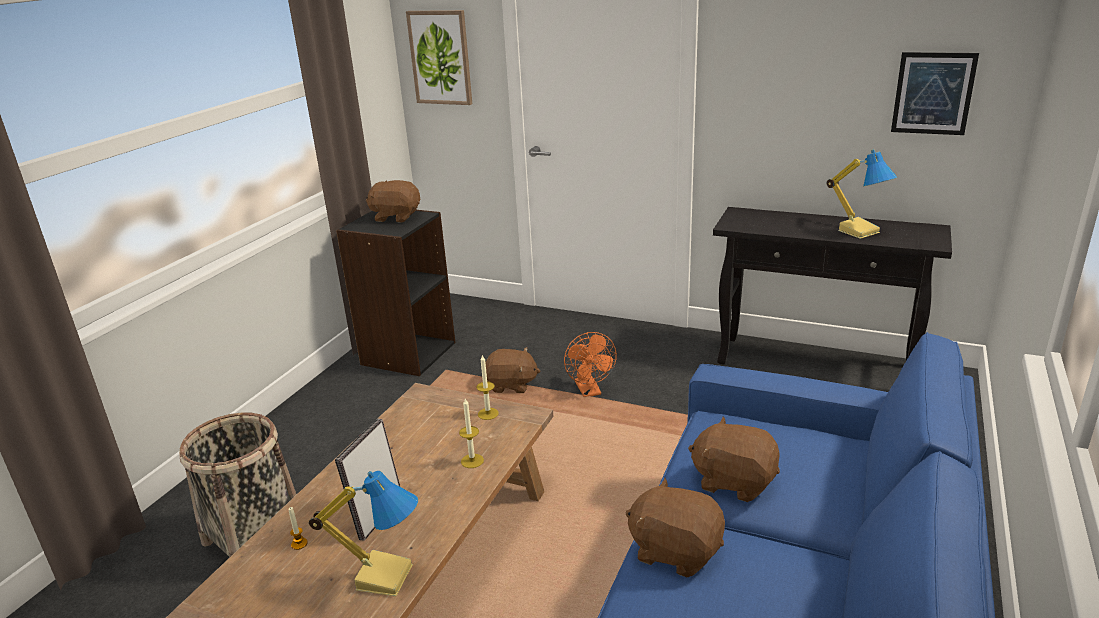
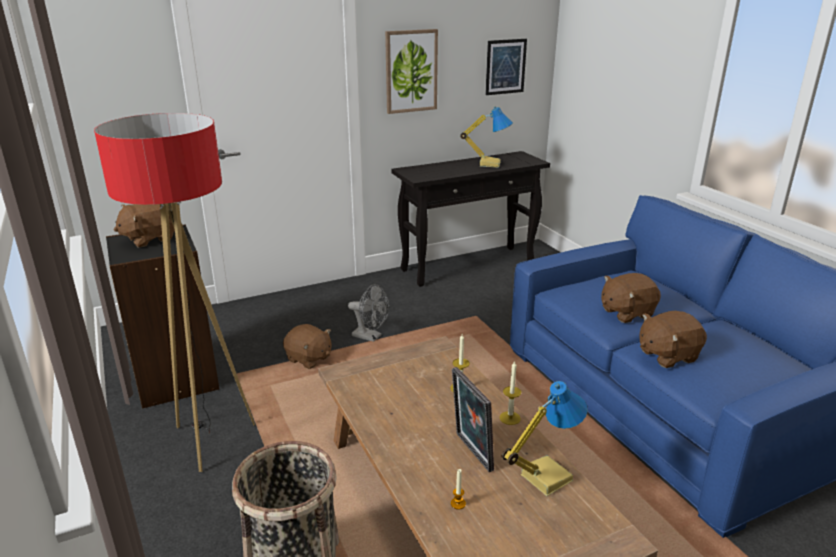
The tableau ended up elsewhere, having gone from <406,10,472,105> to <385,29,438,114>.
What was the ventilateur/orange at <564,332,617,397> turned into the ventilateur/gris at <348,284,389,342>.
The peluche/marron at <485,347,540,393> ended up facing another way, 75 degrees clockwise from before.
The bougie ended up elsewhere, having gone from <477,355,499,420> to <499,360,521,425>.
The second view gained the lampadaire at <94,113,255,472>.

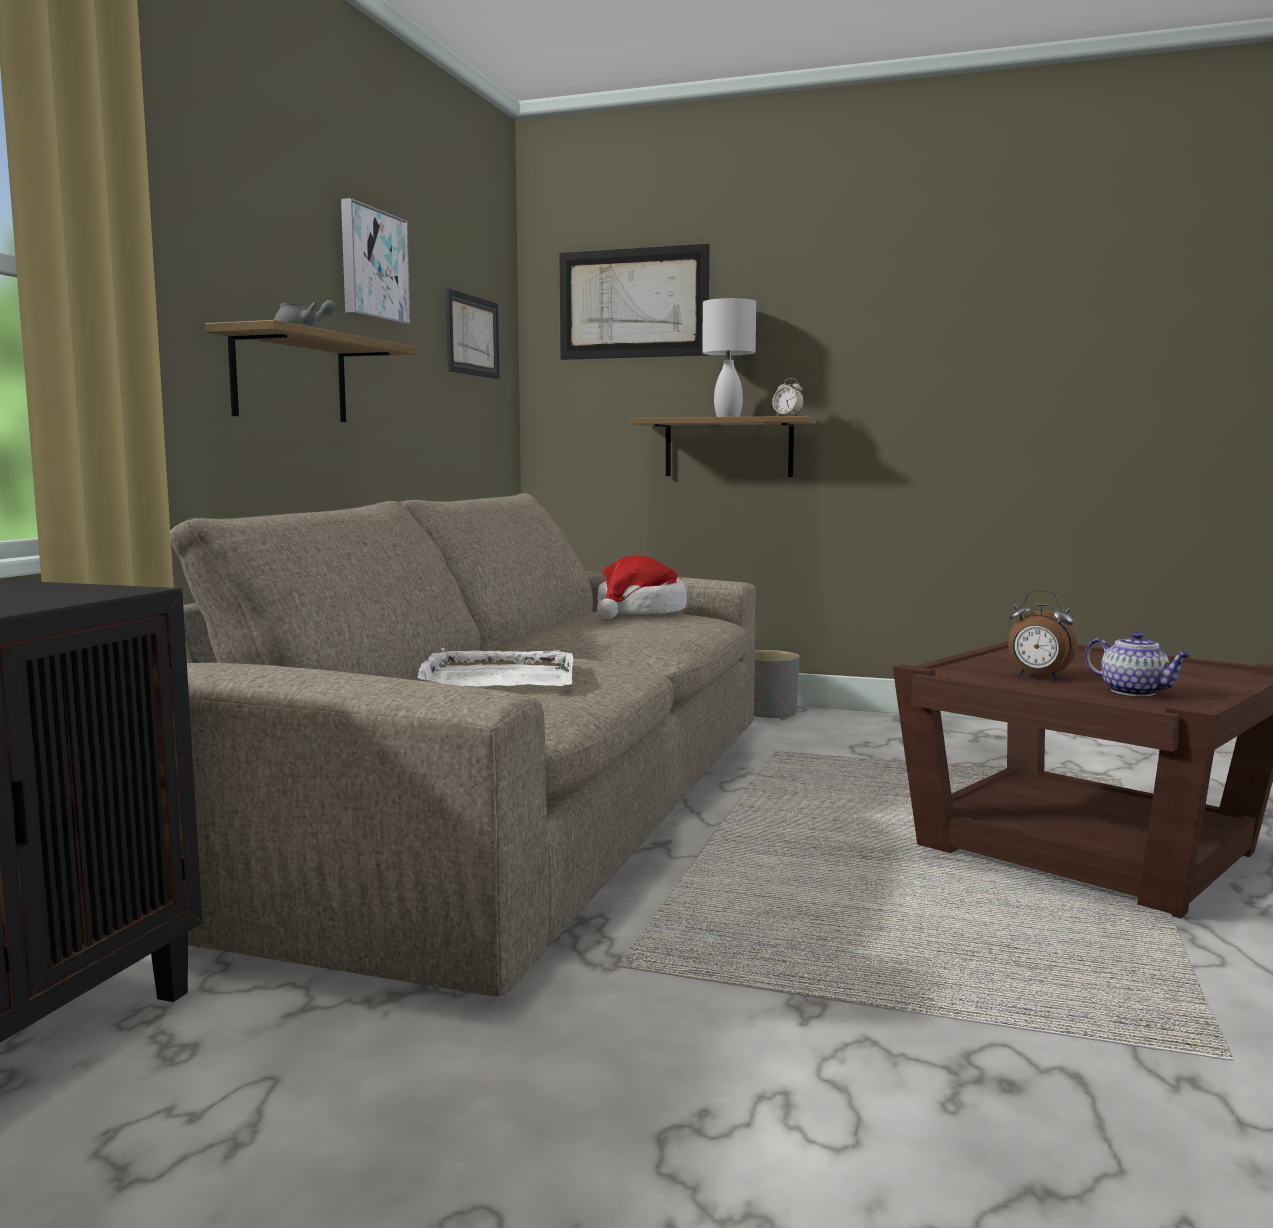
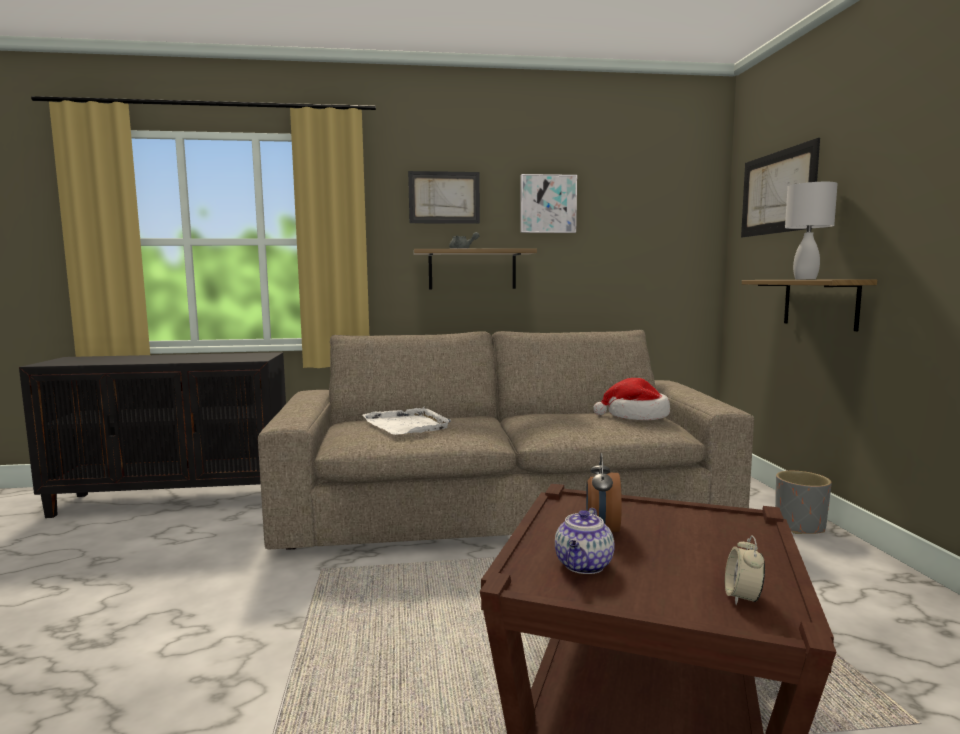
The tableau ended up elsewhere, having gone from <446,288,500,379> to <408,171,480,224>.
The réveil ended up elsewhere, having gone from <772,378,804,416> to <725,535,765,605>.

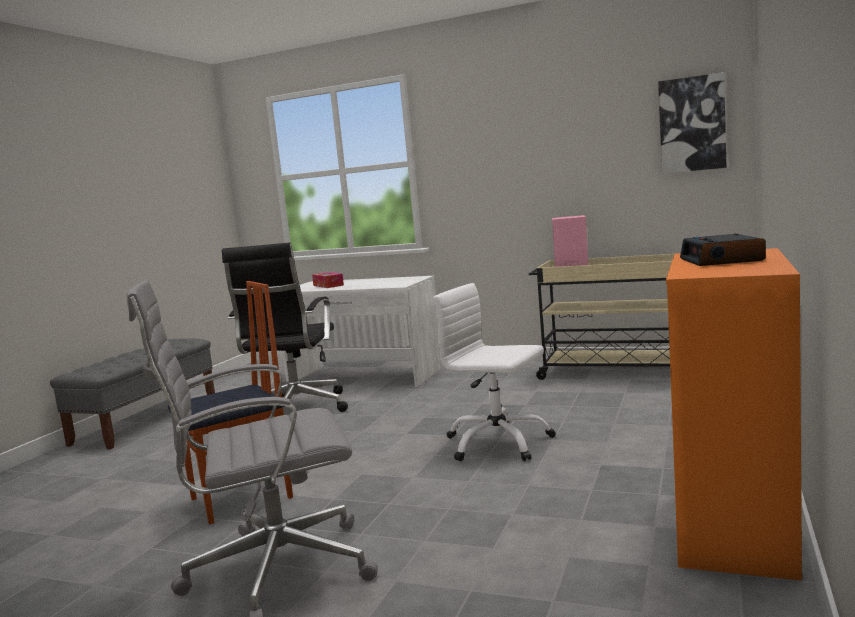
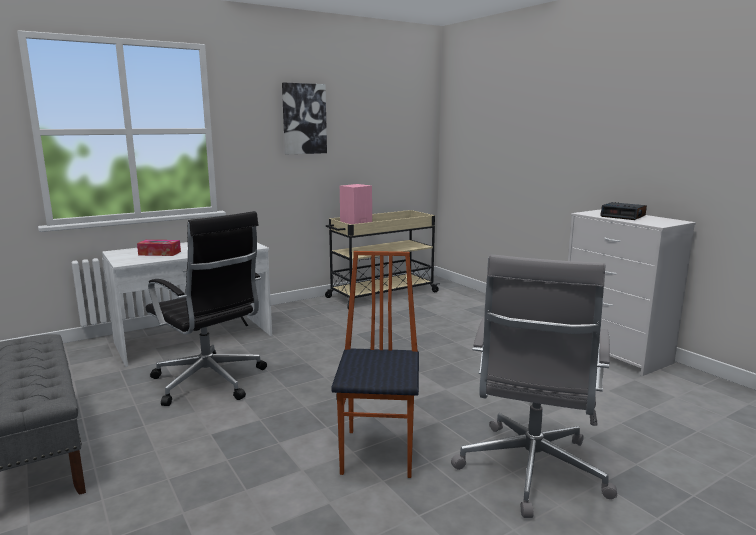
The tableau ended up elsewhere, having gone from <658,72,726,174> to <282,83,327,154>.
What was the commode/orange at <666,248,802,581> turned into the commode/blanc at <568,209,696,376>.
The second view lost the chaise de bureau/blanc at <433,283,555,461>.

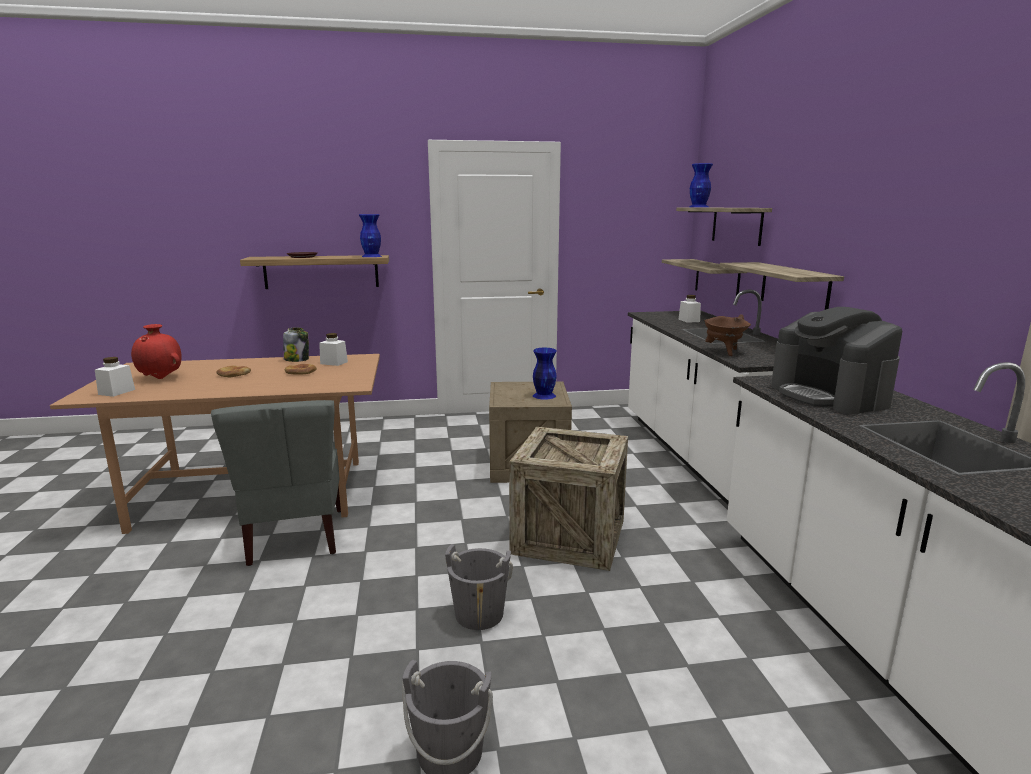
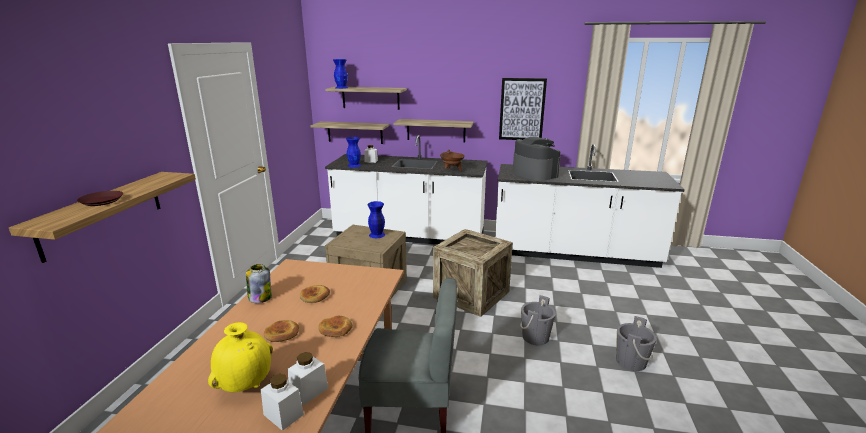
The vase/bleu ended up elsewhere, having gone from <359,214,382,257> to <346,137,361,167>.
The machine à café at <771,307,902,414> ended up facing another way, 120 degrees counterclockwise from before.
What was the vase/rouge at <131,324,182,379> turned into the vase/jaune at <208,322,273,392>.
The bocal/blanc ended up elsewhere, having gone from <319,333,348,366> to <288,352,328,405>.
The second view gained the tableau at <499,78,547,140>.
The second view gained the pain at <318,316,353,337>.

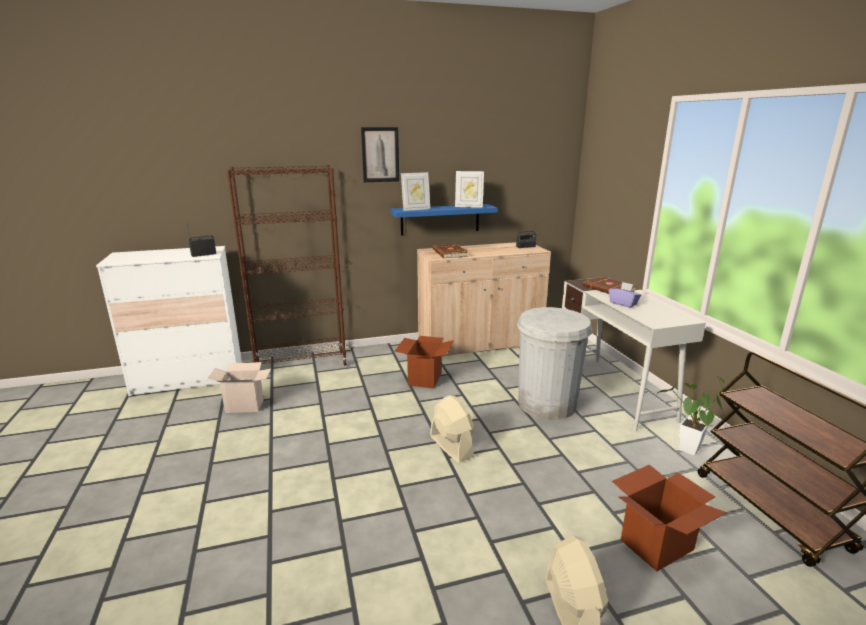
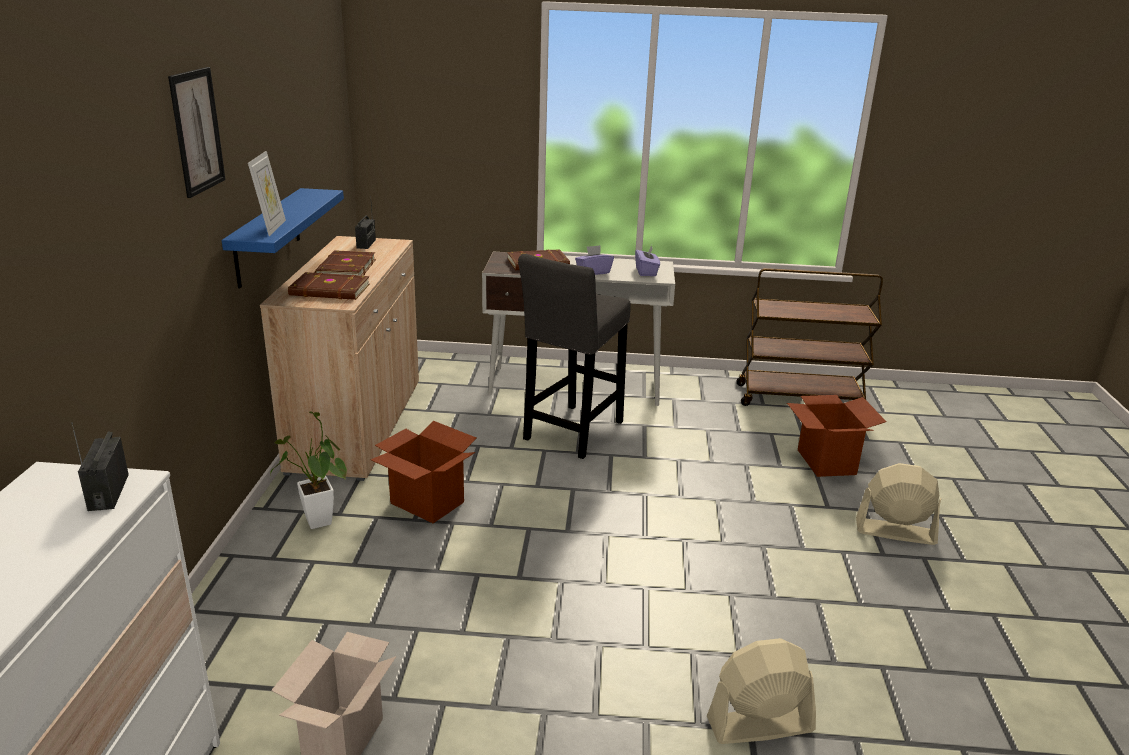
The second view lost the bibliothèque/marron at <227,165,347,366>.
The second view lost the cadre photo at <455,171,484,208>.
Where the poubelle/blanc stood at <517,307,592,420>, the tabouret/gris came to stand at <518,254,631,459>.
The plante en pot ended up elsewhere, having gone from <657,376,725,456> to <270,411,347,529>.
The ventilateur/beige ended up elsewhere, having gone from <430,395,474,463> to <707,638,816,744>.
The second view gained the boîte à mouchoirs/violet at <635,245,660,276>.
The second view gained the livre/marron at <315,250,376,276>.

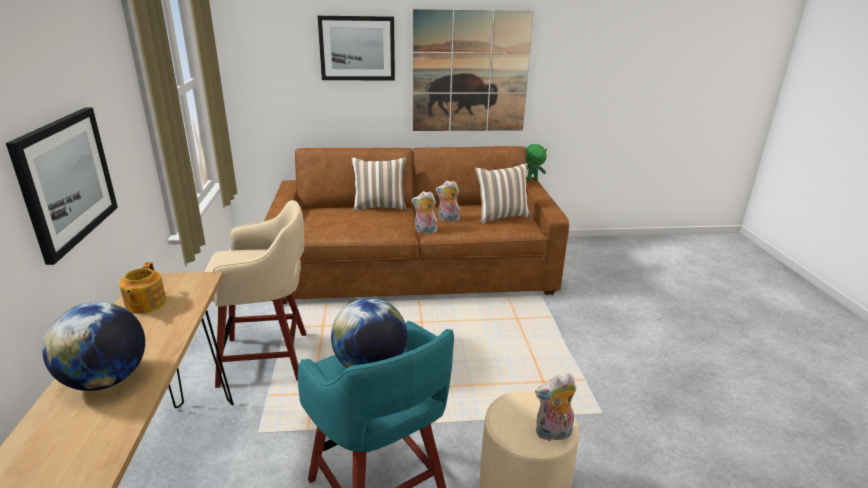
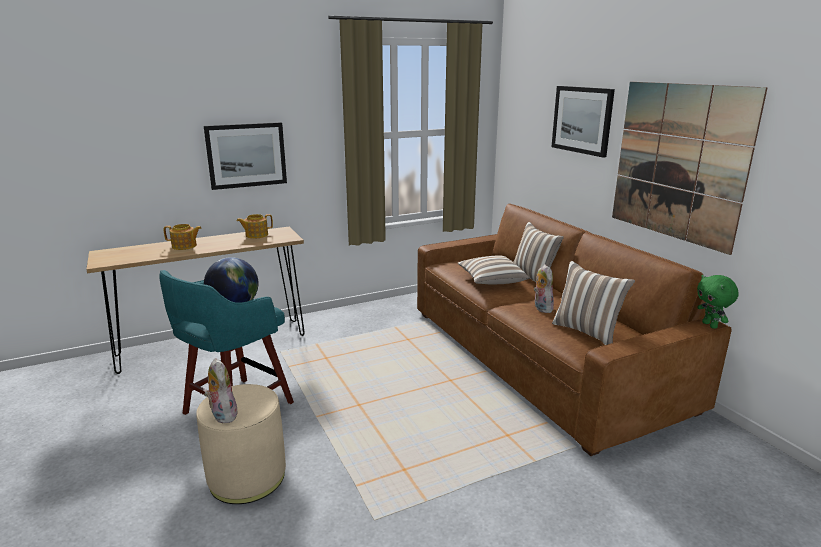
The second view lost the peluche at <412,191,437,234>.
The second view lost the tabouret/beige at <205,200,306,388>.
Where the globe stood at <42,302,145,391>, the théière came to stand at <163,224,202,250>.
The second view gained the coussin at <457,255,529,284>.

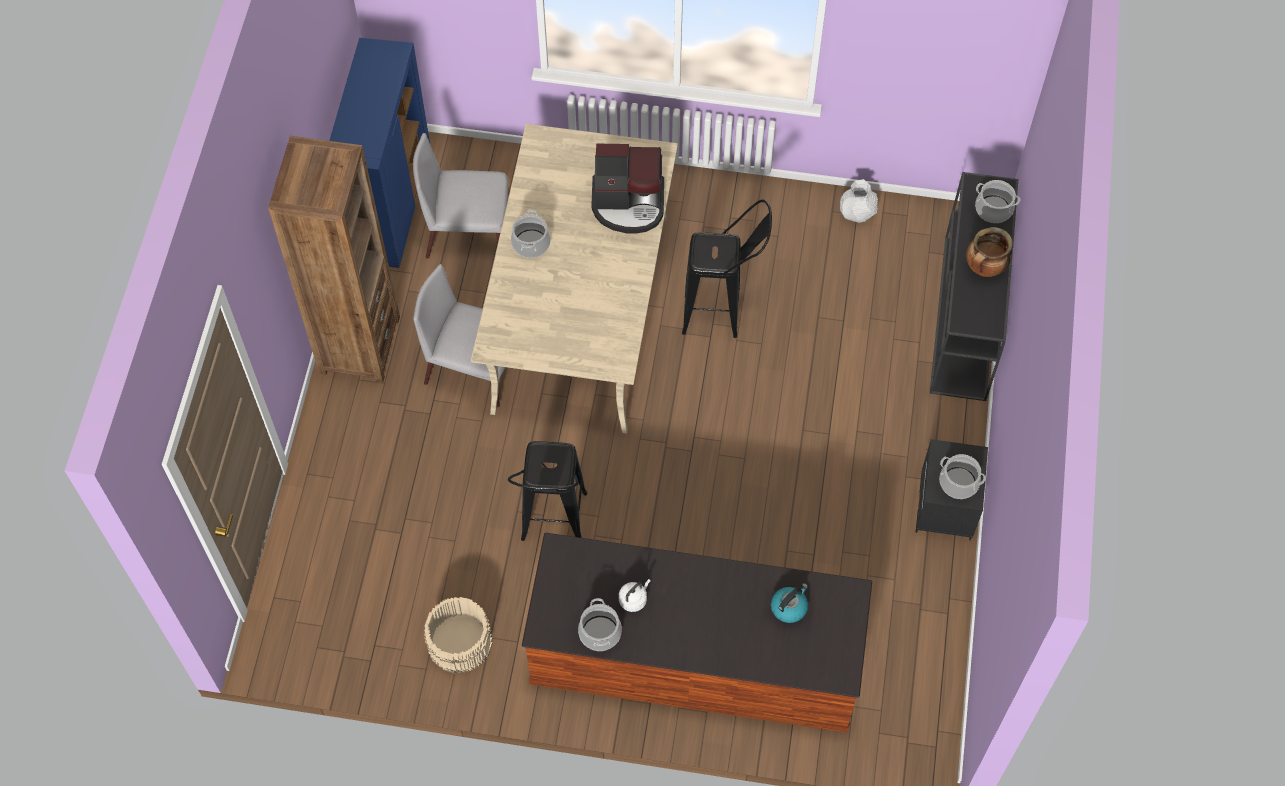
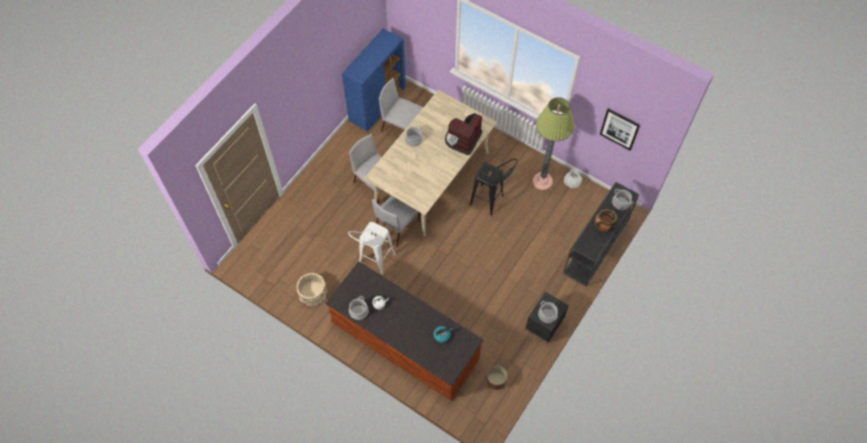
The second view lost the bibliothèque/marron at <268,136,400,383>.
The machine à café at <591,144,664,233> ended up facing another way, 90 degrees clockwise from before.
What was the tabouret/noir at <508,441,587,541> turned into the tabouret/blanc at <348,222,396,275>.
The second view gained the lampadaire at <533,97,574,190>.
The second view gained the tableau at <600,108,640,151>.
The second view gained the chaise/gris at <372,195,420,247>.
The second view gained the cache-pot/marron at <487,366,507,390>.

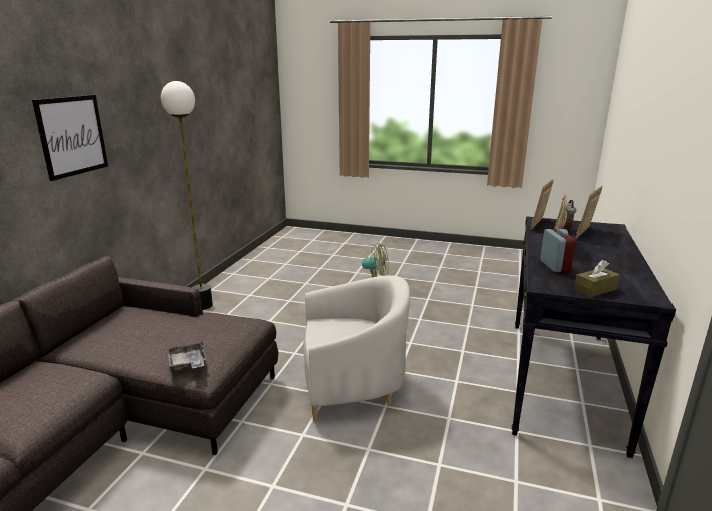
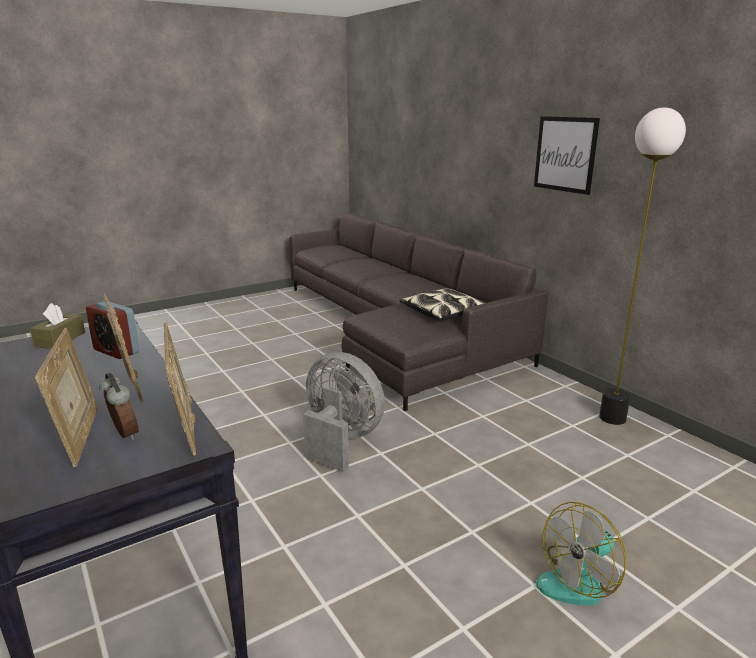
Where the fauteuil/blanc stood at <303,275,410,421>, the ventilateur/gris came to stand at <303,352,385,472>.
The second view lost the plateau/gris at <167,342,207,370>.
The second view gained the coussin at <399,288,484,320>.

